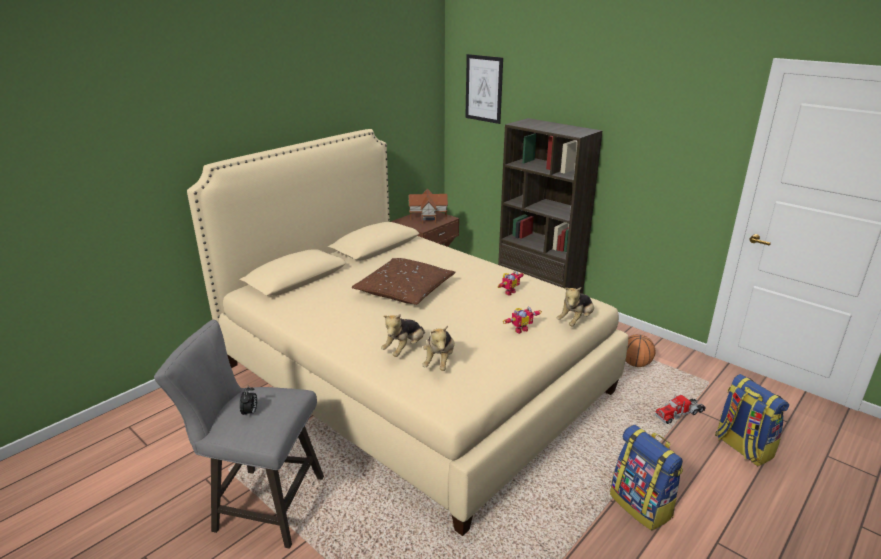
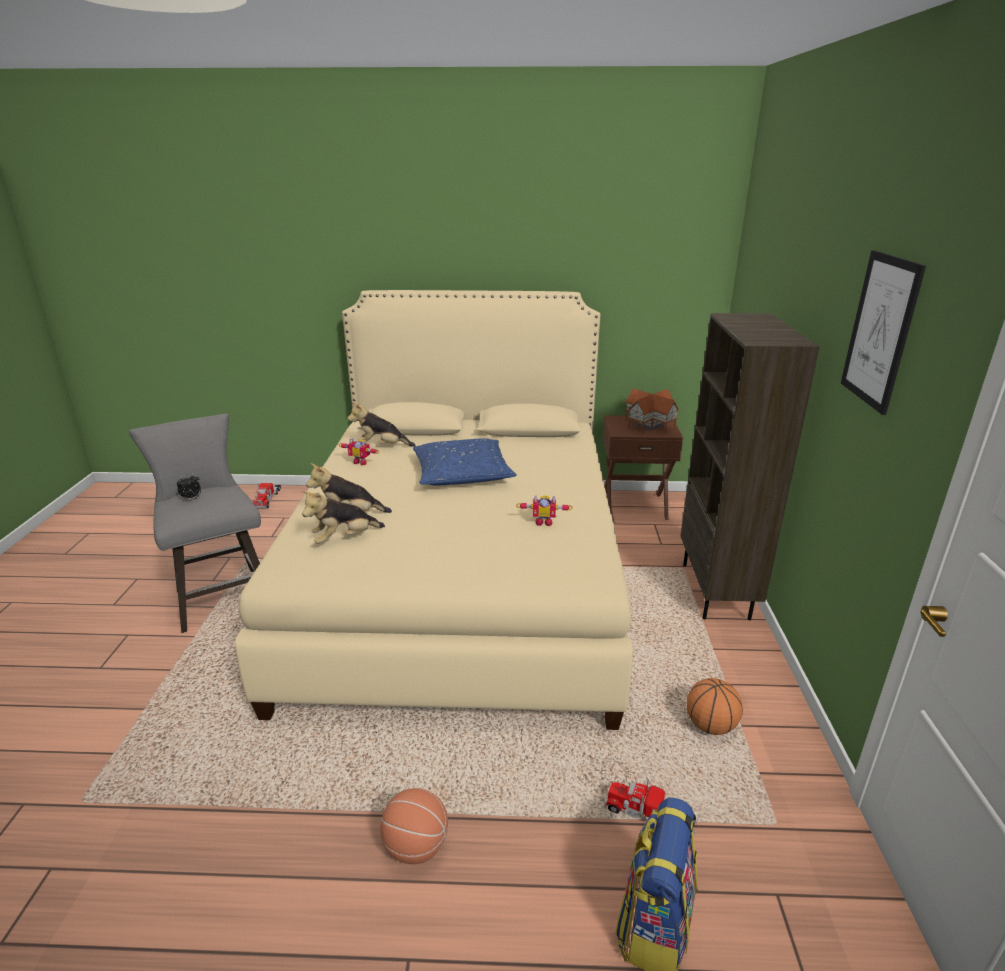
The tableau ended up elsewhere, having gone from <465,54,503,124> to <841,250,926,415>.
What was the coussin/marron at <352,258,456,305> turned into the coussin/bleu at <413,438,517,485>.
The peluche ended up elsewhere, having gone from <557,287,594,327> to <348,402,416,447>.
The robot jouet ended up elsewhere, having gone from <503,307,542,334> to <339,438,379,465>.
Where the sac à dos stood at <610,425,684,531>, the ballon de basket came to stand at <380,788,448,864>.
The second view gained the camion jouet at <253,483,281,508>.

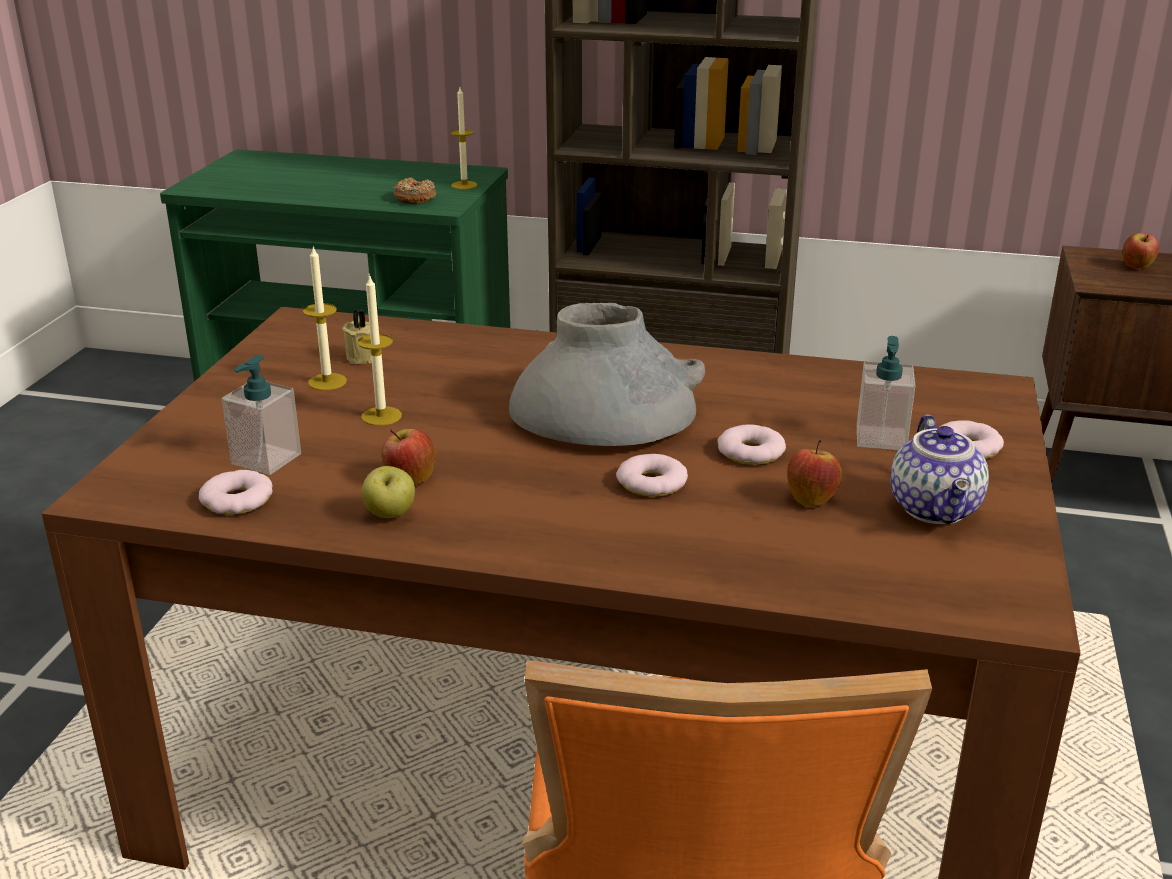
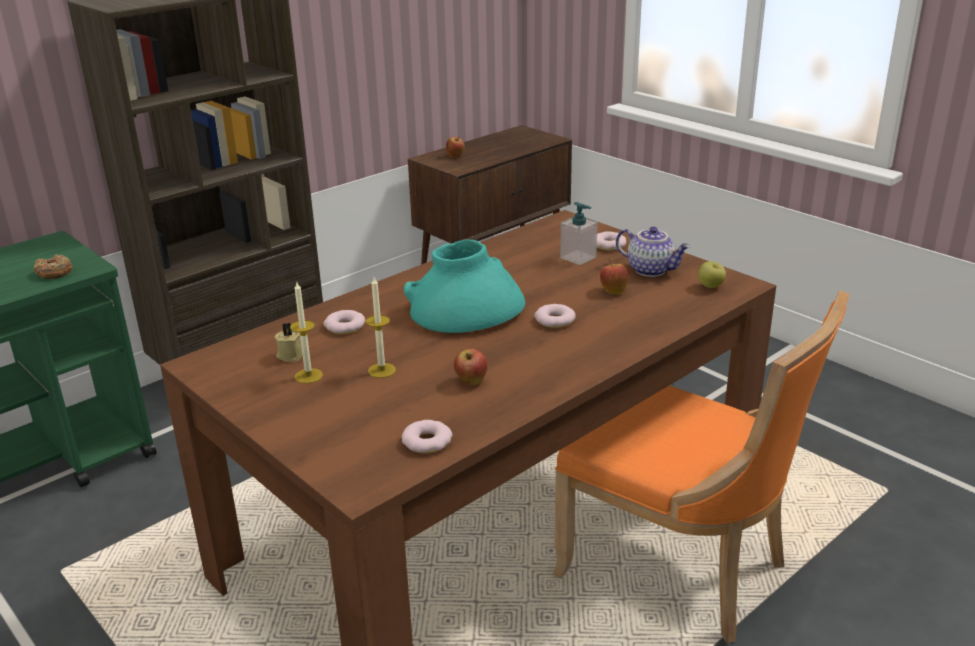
The second view lost the bougie at <451,88,478,189>.
What was the vase/gris at <509,303,705,446> turned into the vase/turquoise at <404,240,526,333>.
The second view lost the distributeur de savon at <222,355,301,475>.
The beignet ended up elsewhere, having gone from <717,424,786,465> to <324,310,365,334>.
The pomme ended up elsewhere, having gone from <361,466,415,518> to <698,261,726,288>.

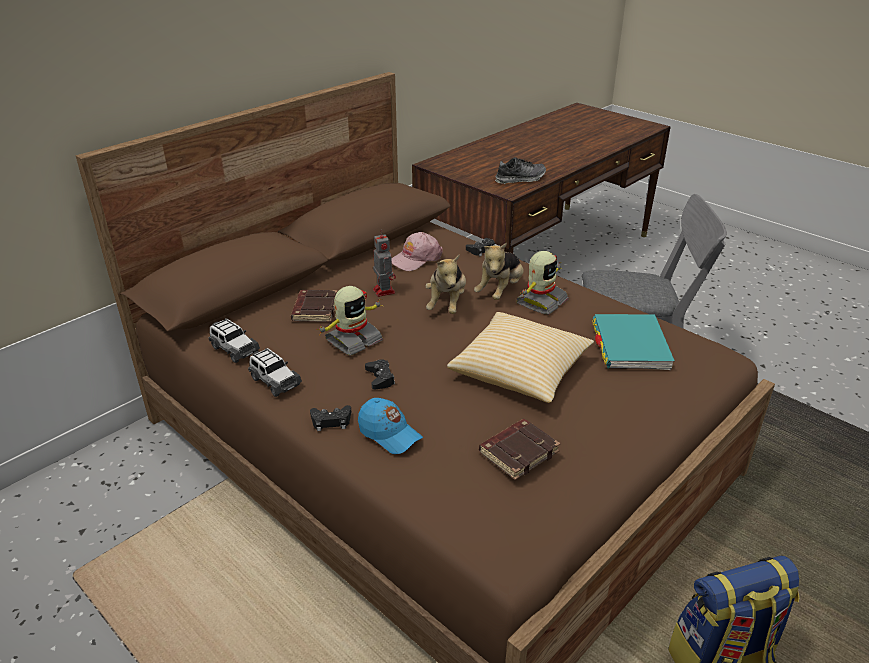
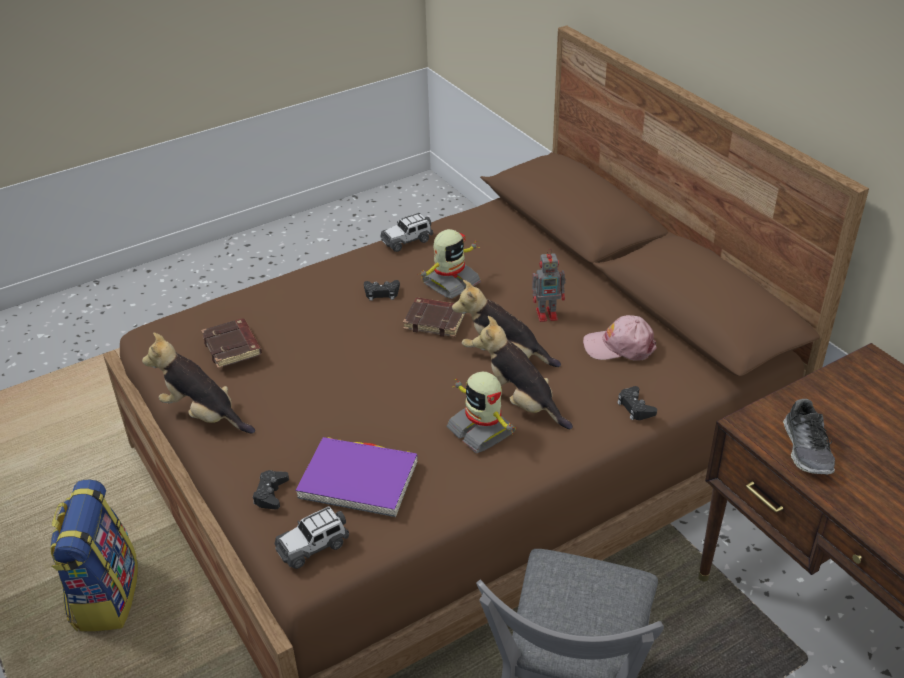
The casquette/rose at <392,232,443,271> ended up facing another way, 60 degrees counterclockwise from before.
The robot jouet at <316,286,383,356> ended up facing another way, 105 degrees counterclockwise from before.
The livre/marron ended up elsewhere, having gone from <291,290,338,322> to <403,298,465,337>.
The second view lost the coussin at <447,312,594,403>.
What was the livre/turquoise at <592,314,675,370> turned into the livre/violet at <295,437,418,517>.
The petite voiture ended up elsewhere, having gone from <209,319,260,363> to <275,506,349,569>.
The second view lost the casquette/bleu at <358,398,423,454>.
The manette/noir ended up elsewhere, having gone from <310,405,351,431> to <253,470,289,510>.
The second view gained the peluche at <142,333,255,434>.

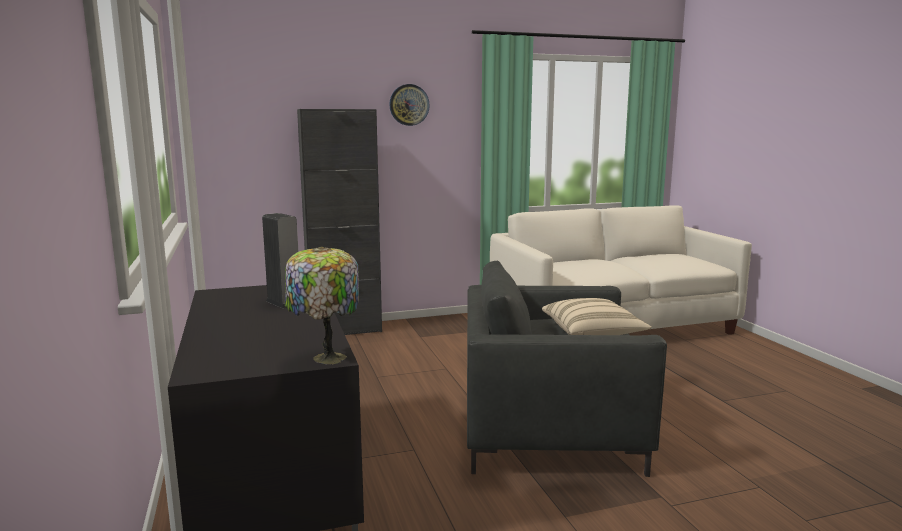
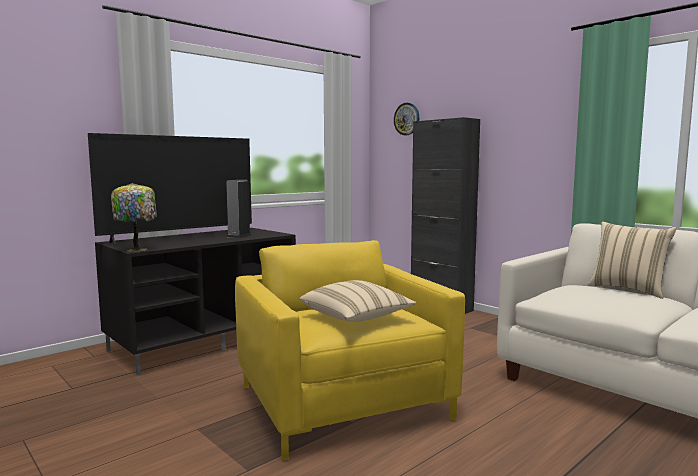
The horloge murale ended up elsewhere, having gone from <389,84,430,126> to <394,103,419,135>.
What was the fauteuil/gris at <467,260,667,477> turned into the fauteuil/jaune at <235,240,465,461>.
The second view gained the téléviseur at <88,133,252,245>.
The second view gained the coussin/beige at <588,222,677,299>.

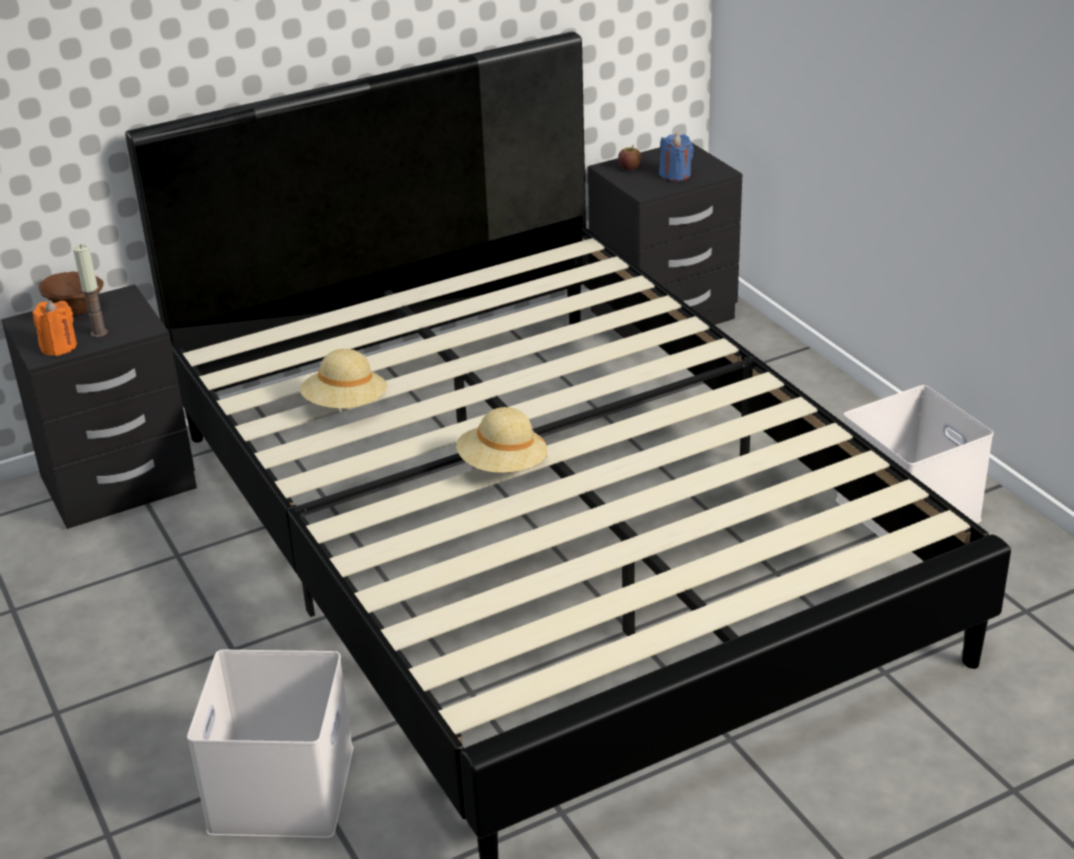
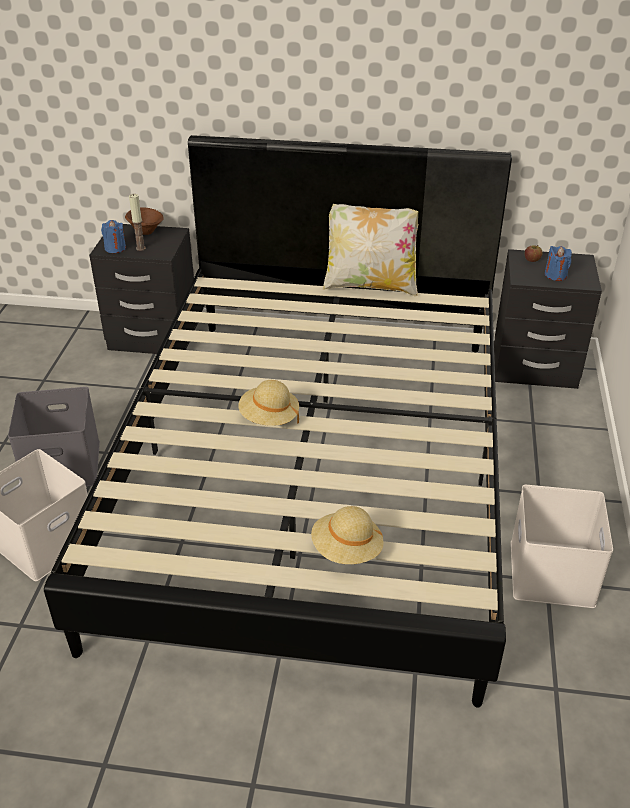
What was the bougie/orange at <32,300,77,356> turned into the bougie/bleu at <101,220,126,253>.
The chapeau/beige ended up elsewhere, having gone from <300,349,387,409> to <311,506,384,564>.
The second view gained the coussin at <323,204,418,297>.
The second view gained the boîte de rangement/gris at <8,387,100,486>.

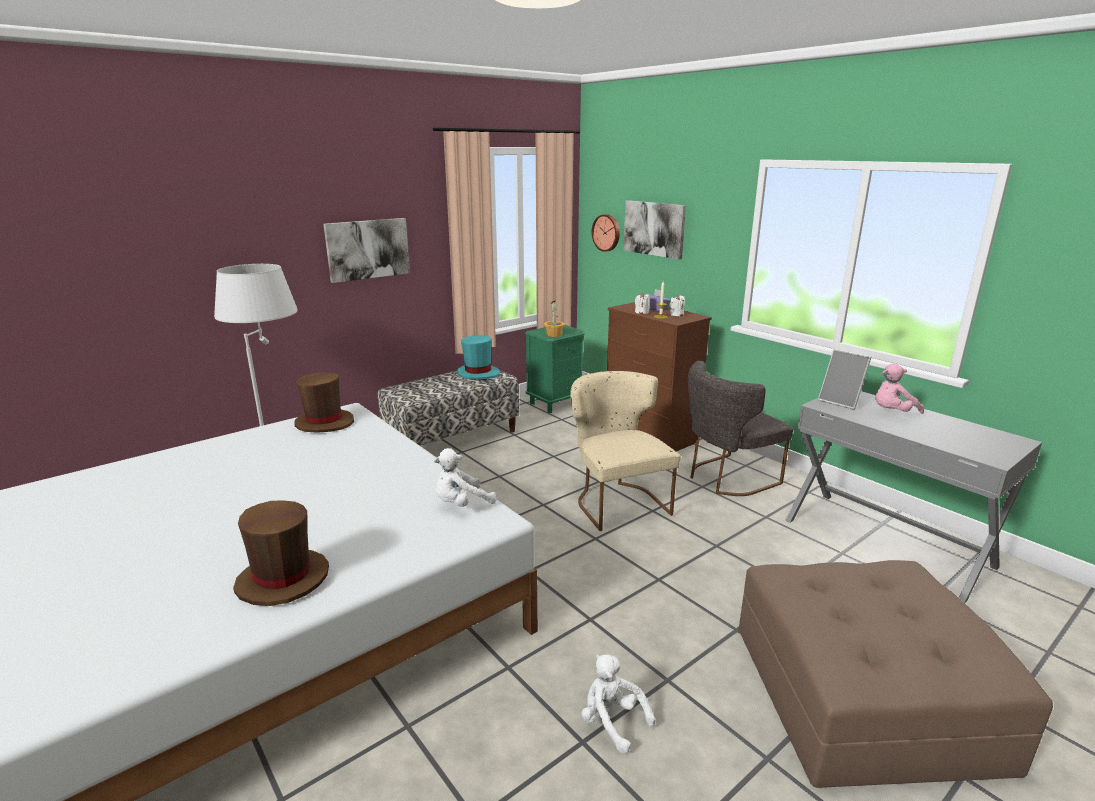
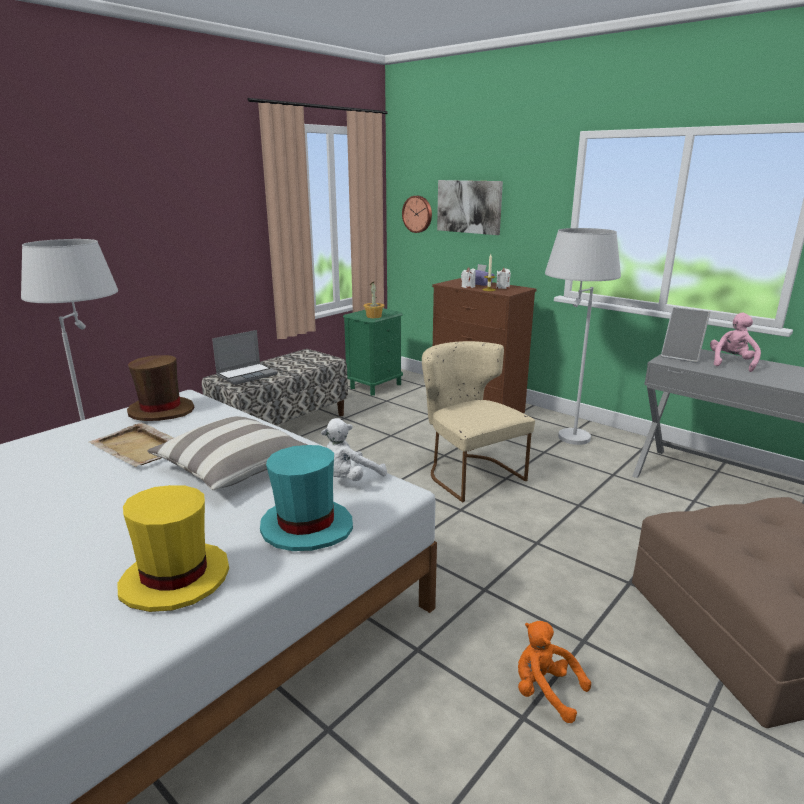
The second view lost the tableau at <323,218,410,283>.
The chapeau/turquoise ended up elsewhere, having gone from <457,336,500,379> to <260,445,353,551>.
Where the chaise/gris stood at <688,361,793,496>, the lampadaire/blanc came to stand at <545,228,621,445>.
The peluche/rose at <875,363,924,414> ended up facing another way, 150 degrees clockwise from before.
What was the chapeau/marron at <233,500,329,606> turned into the chapeau/jaune at <117,485,229,612>.
What was the peluche/blanc at <581,654,655,754> turned into the peluche/orange at <518,621,591,723>.
The second view gained the ordinateur portable at <212,330,278,385>.
The second view gained the coussin at <147,416,307,490>.
The second view gained the plateau/beige at <88,422,173,467>.

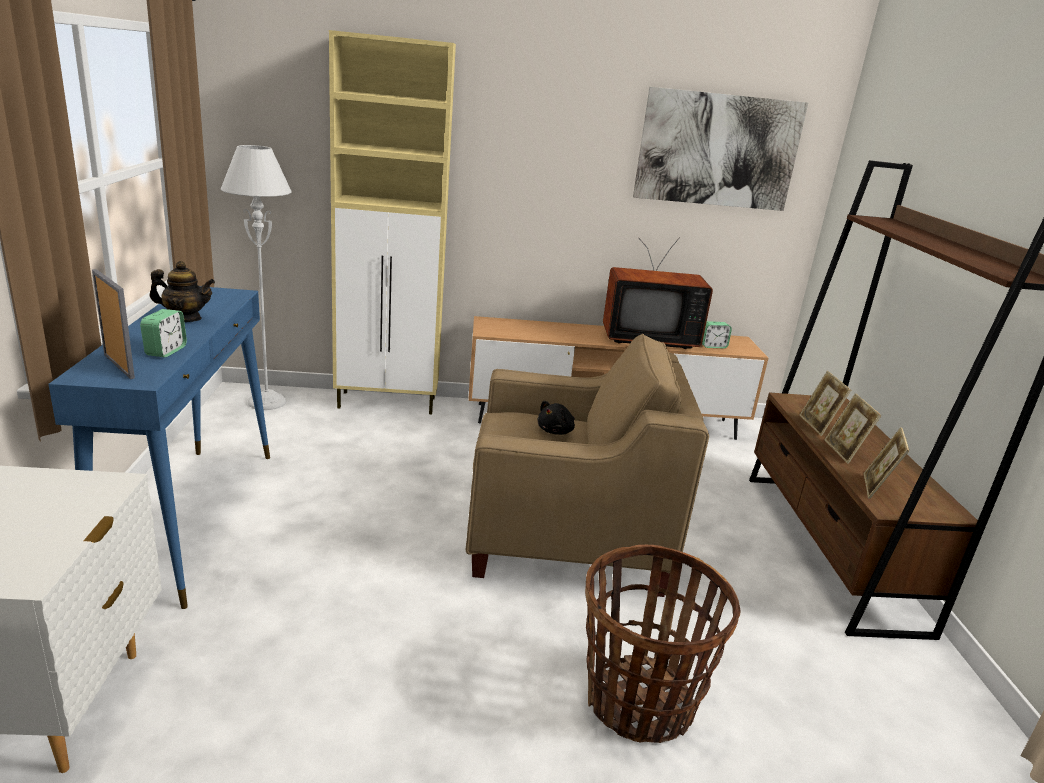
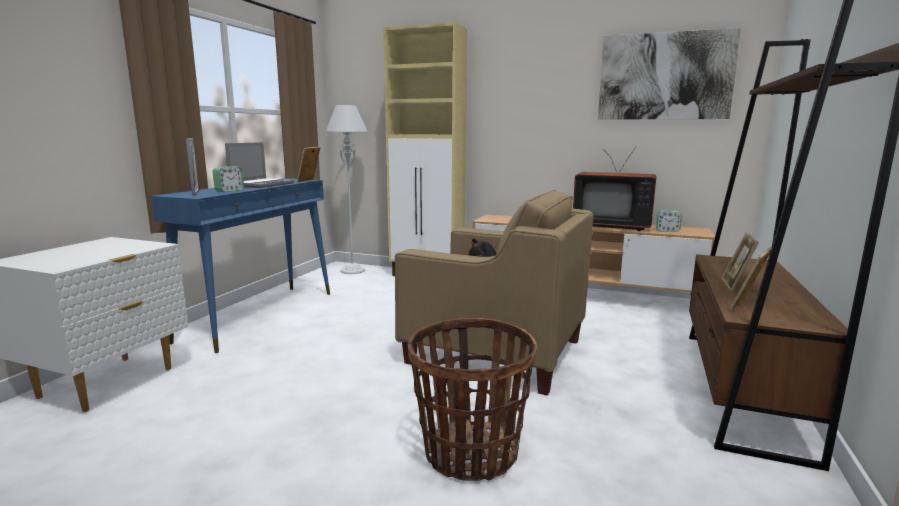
Where the théière stood at <150,261,215,322>, the ordinateur portable came to stand at <225,142,295,188>.
The cadre photo ended up elsewhere, having gone from <799,371,851,436> to <297,147,321,182>.

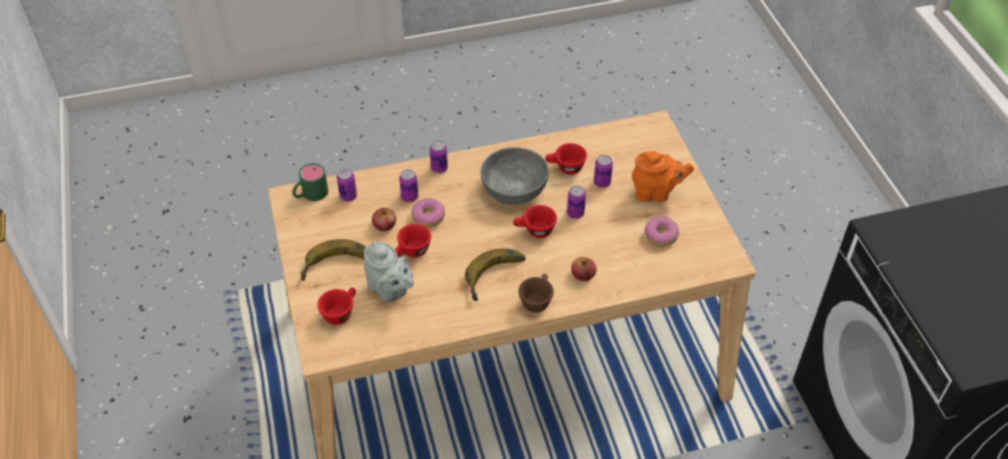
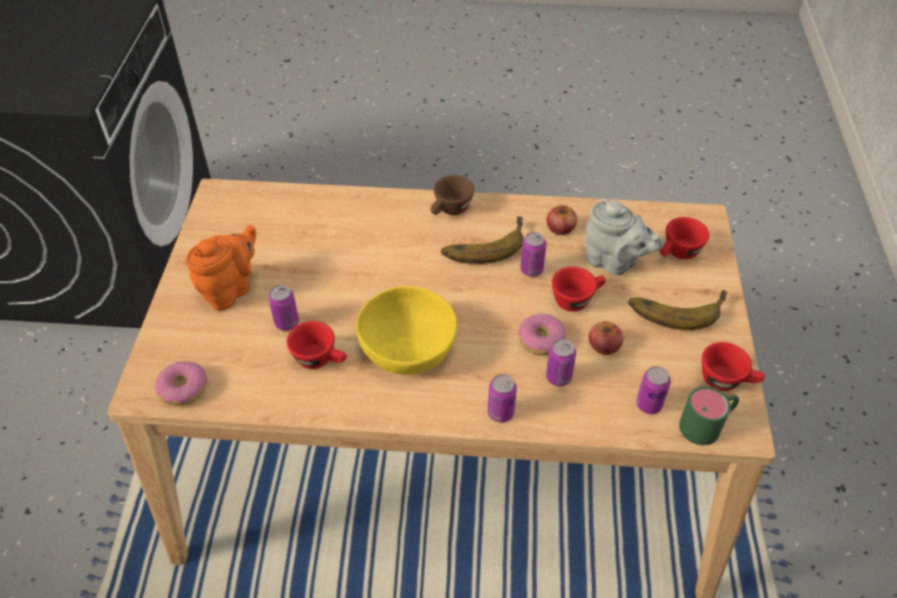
What was the bol/gris at <481,147,549,205> turned into the bol/jaune at <356,286,458,375>.
The théière/orange at <632,151,694,202> ended up facing another way, 105 degrees clockwise from before.
The boîte métallique ended up elsewhere, having gone from <567,186,586,219> to <520,232,547,277>.
The tasse/rouge ended up elsewhere, having gone from <513,205,557,238> to <702,342,765,391>.
The beignet ended up elsewhere, having gone from <645,217,679,246> to <155,361,207,406>.
The théière/gris at <364,241,414,302> ended up facing another way, 150 degrees clockwise from before.
The pomme ended up elsewhere, having gone from <571,257,597,281> to <547,206,577,235>.

